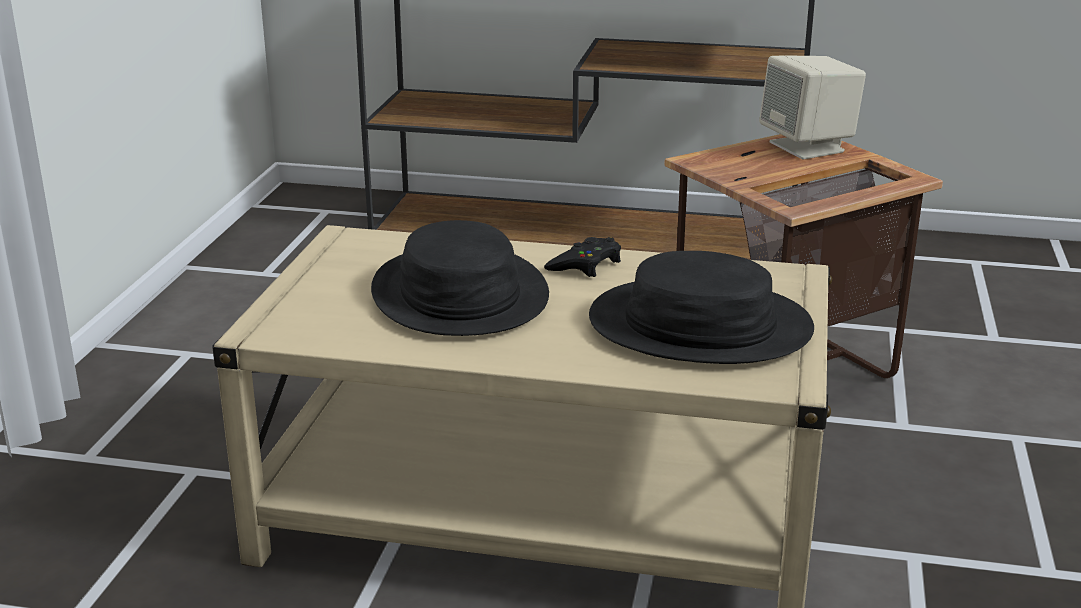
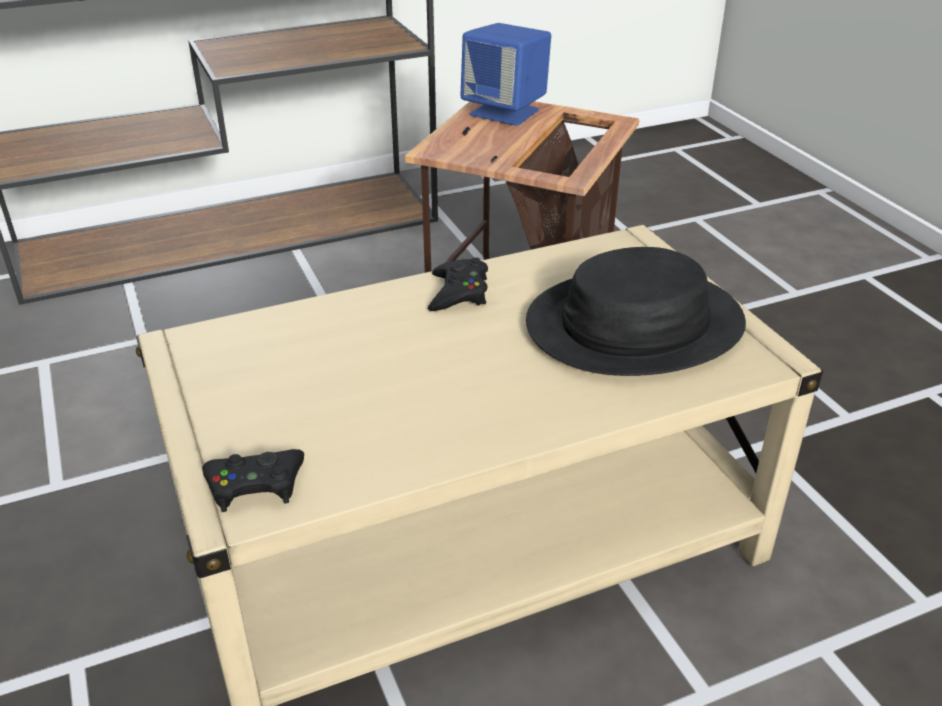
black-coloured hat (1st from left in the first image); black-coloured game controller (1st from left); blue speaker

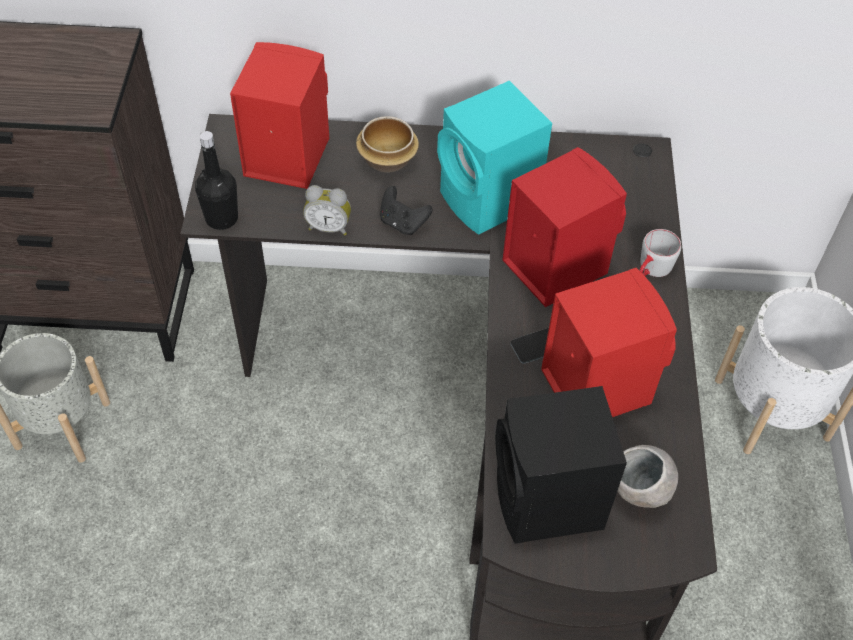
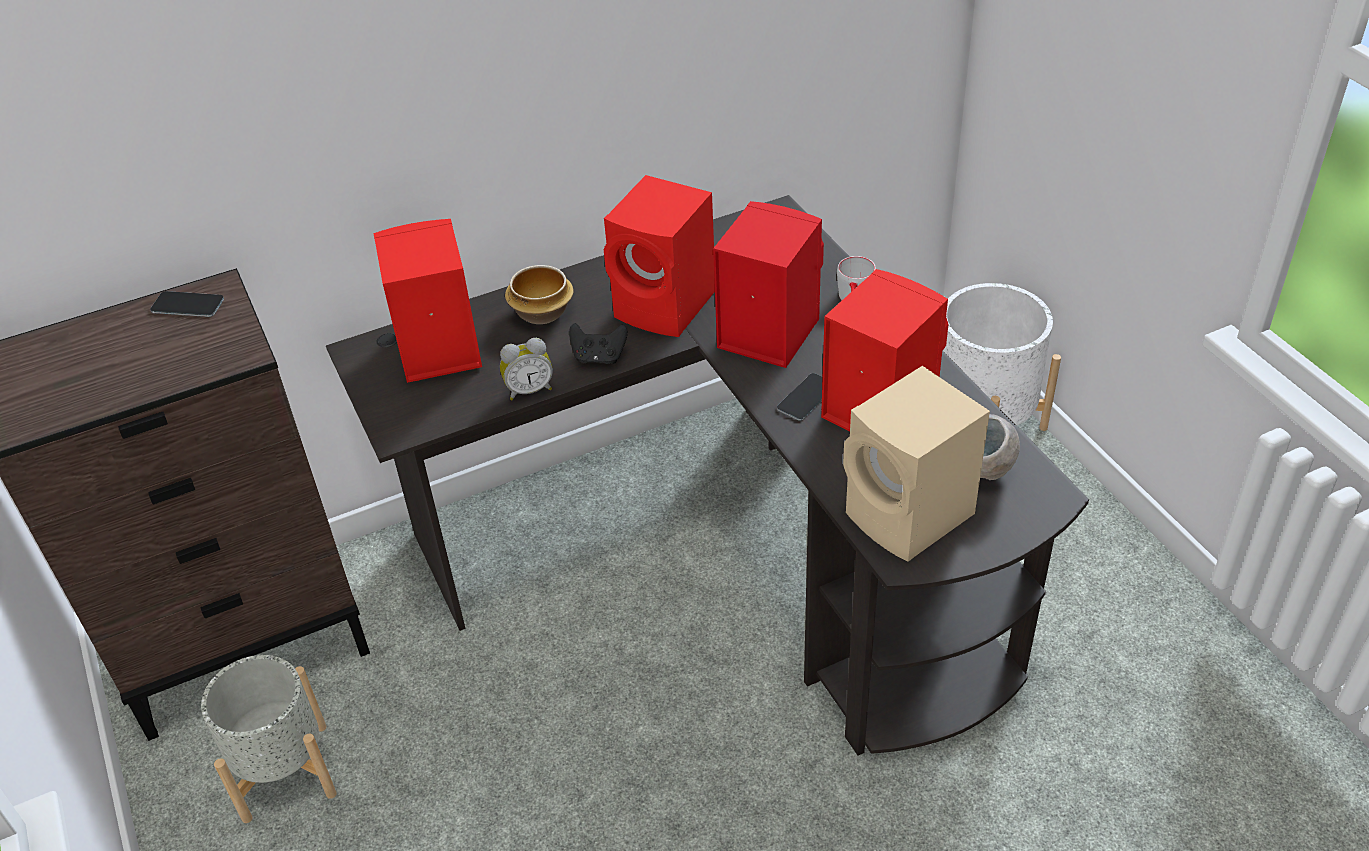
black-coloured drink bottle; handset (1st from left); reddish speaker (2nd from left); beige speaker

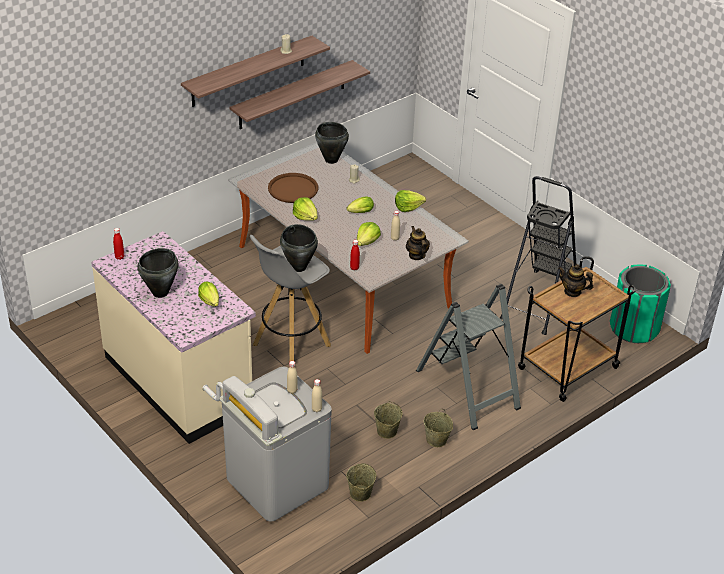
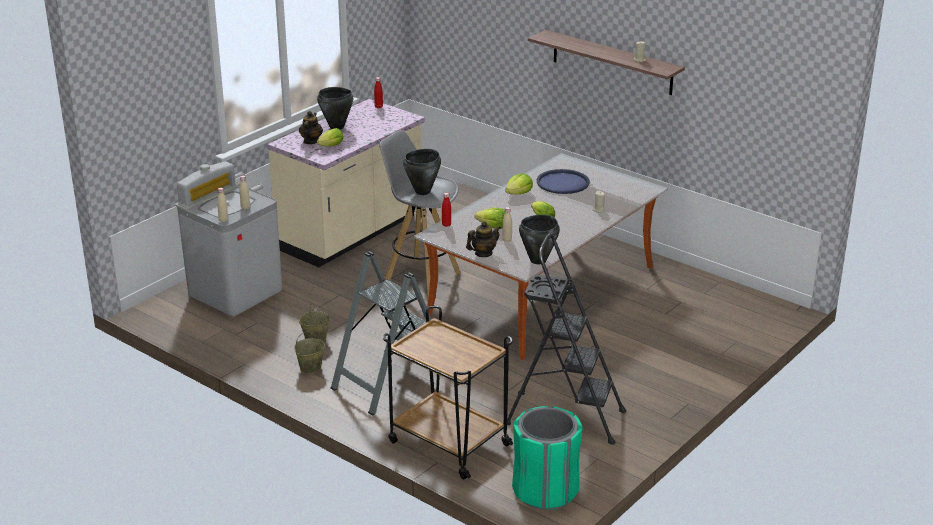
bracket shelf (2nd from left in the first image); beige pail (1st from left in the first image); head of lettuce (5th from left in the first image); black-coloured saucepot (3rd from left); pot for tea (1st from left); blue carrying tray

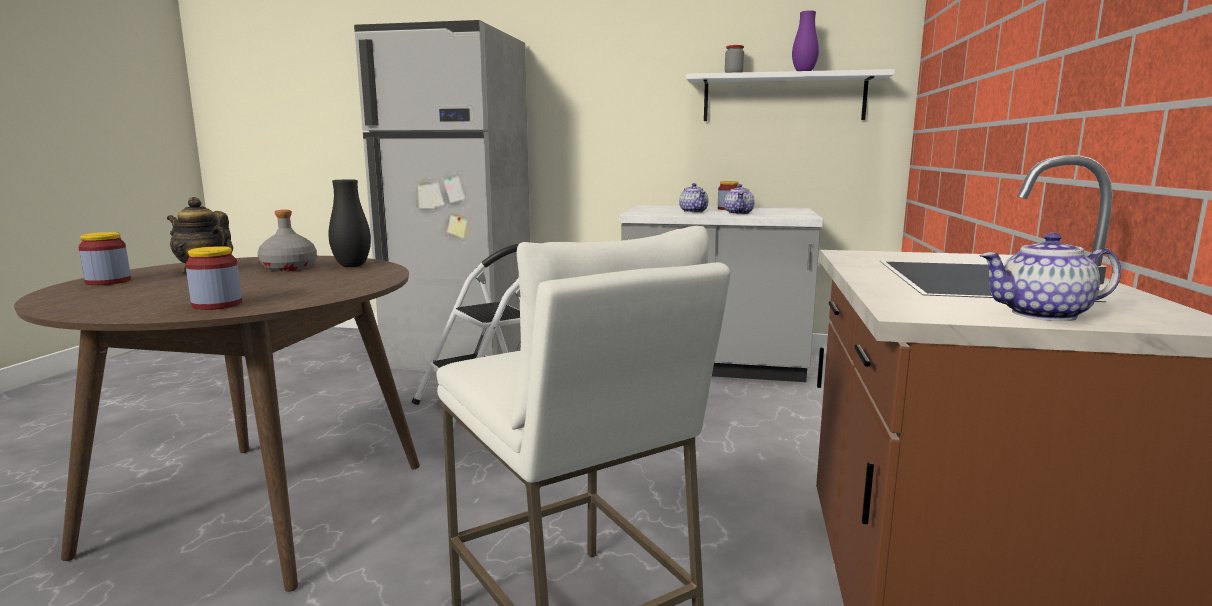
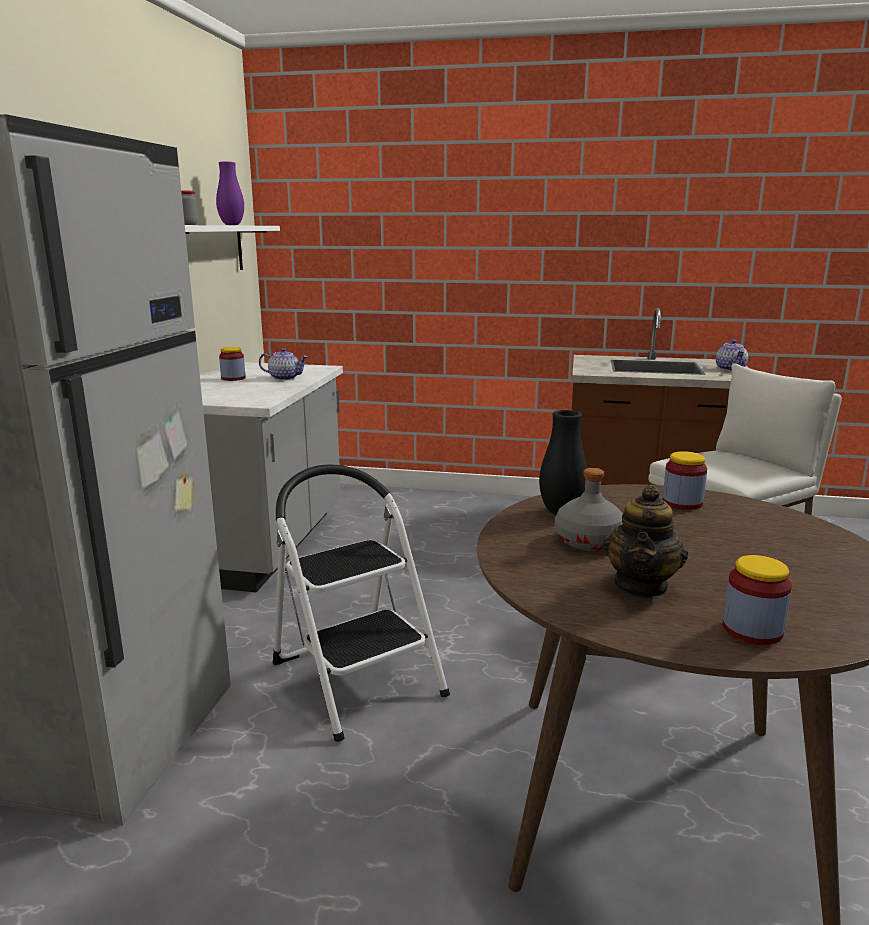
pot for tea (2nd from left in the first image); preserve jar (3rd from left)

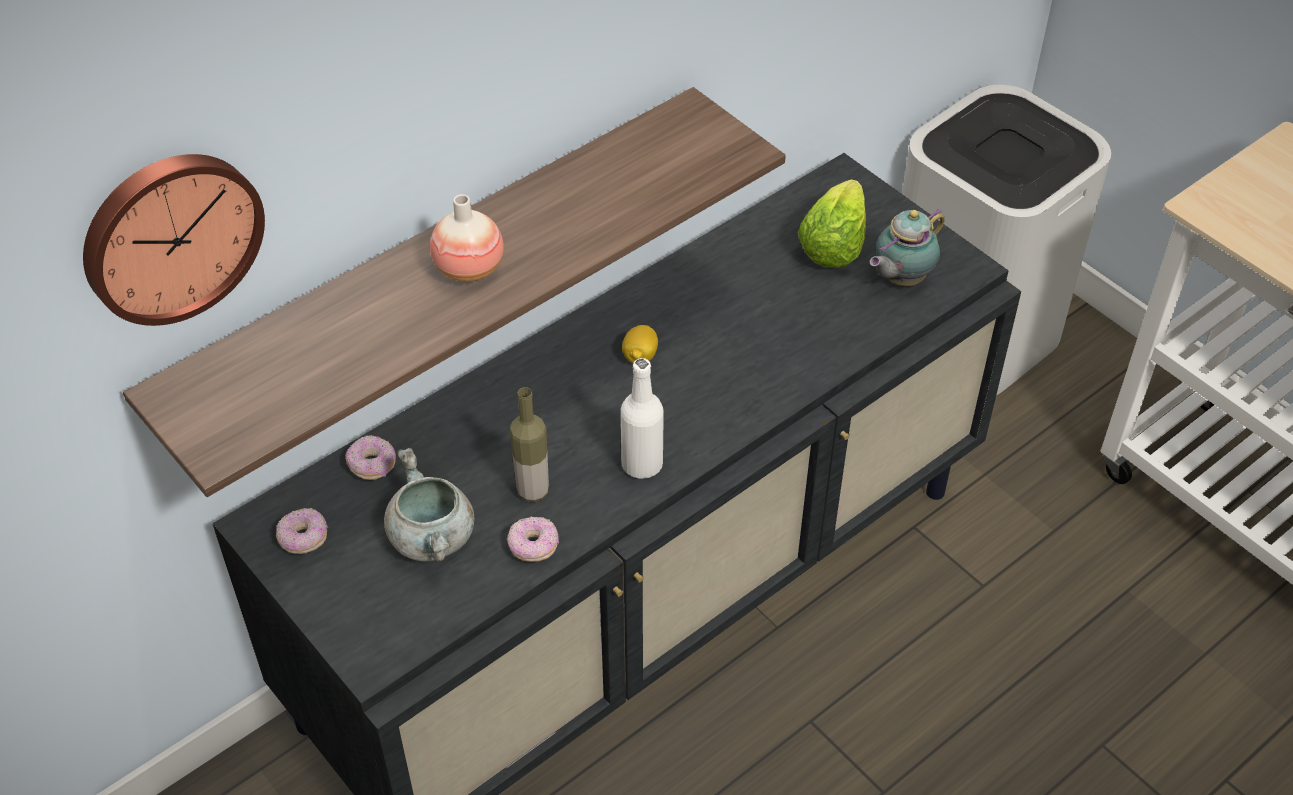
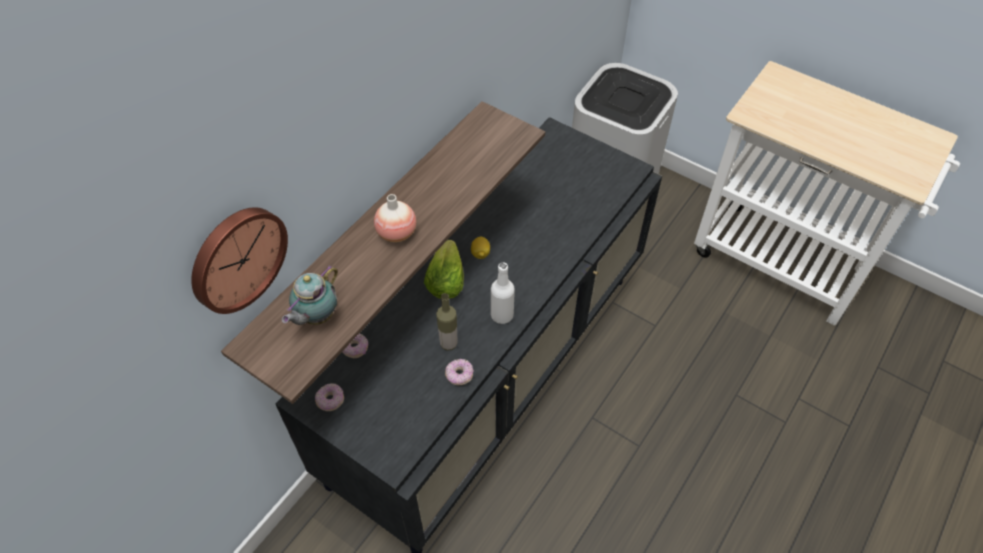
greyish saucepot; head of lettuce; pot for tea

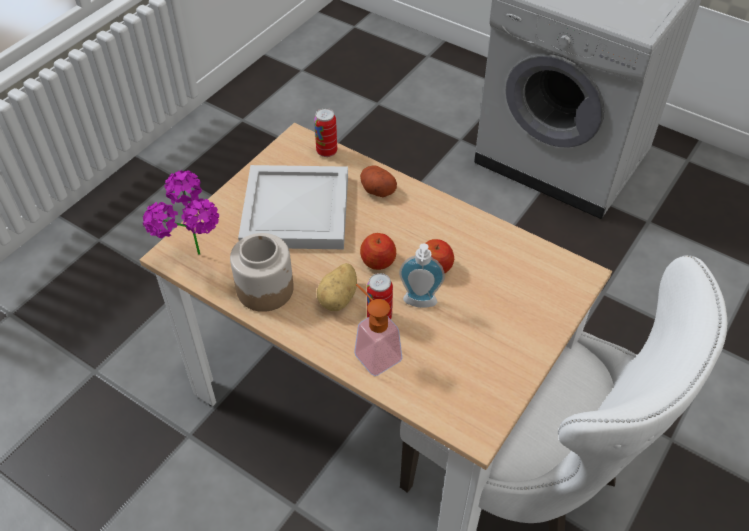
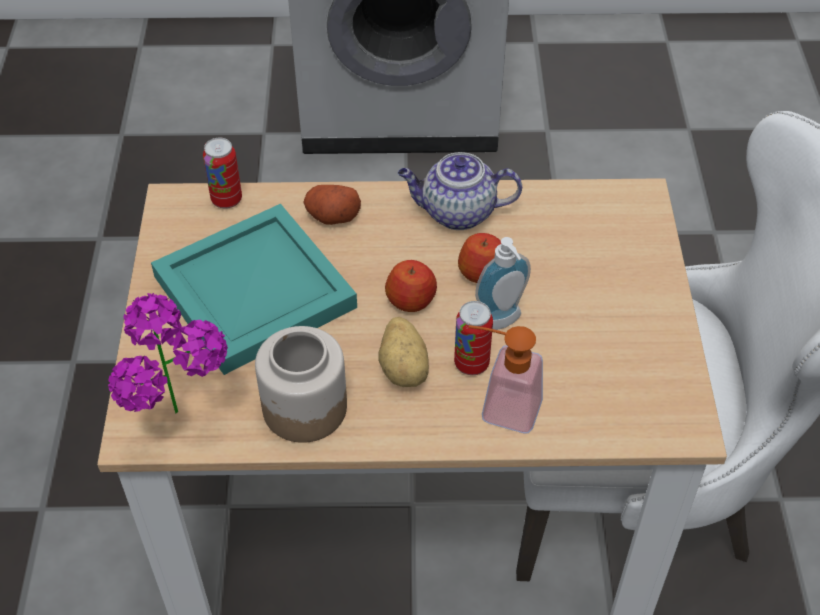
pot for tea; blue-green carrying tray

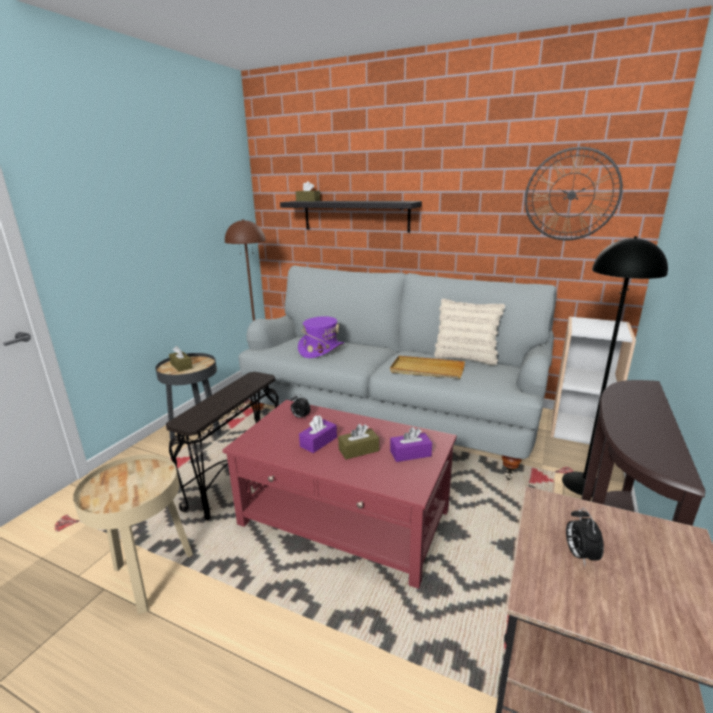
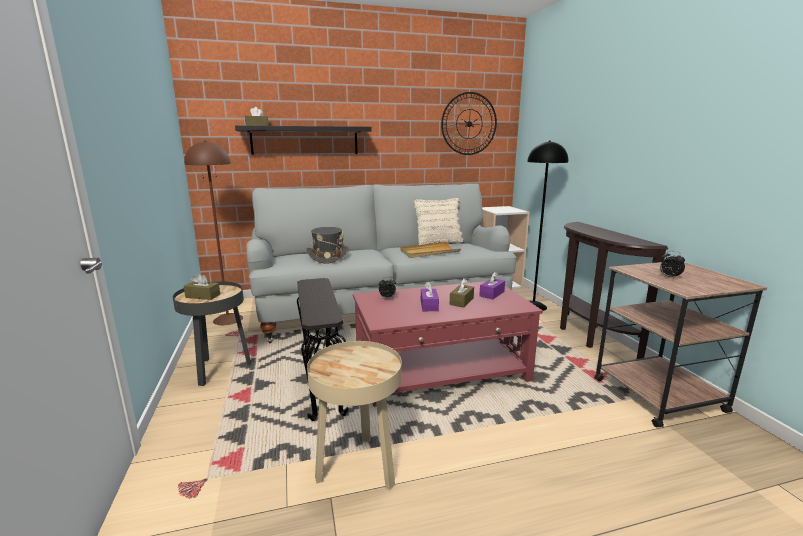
greyish hat

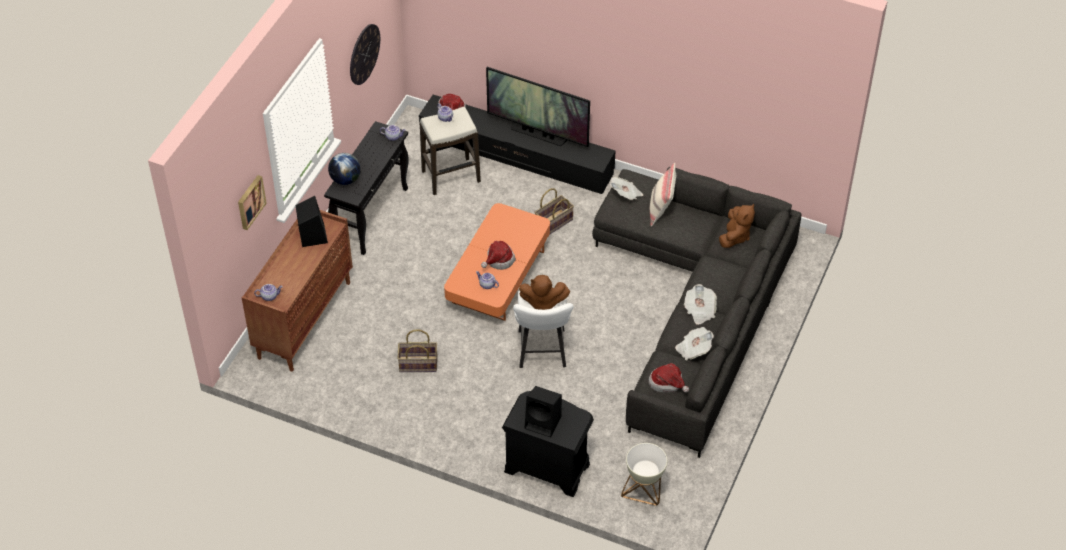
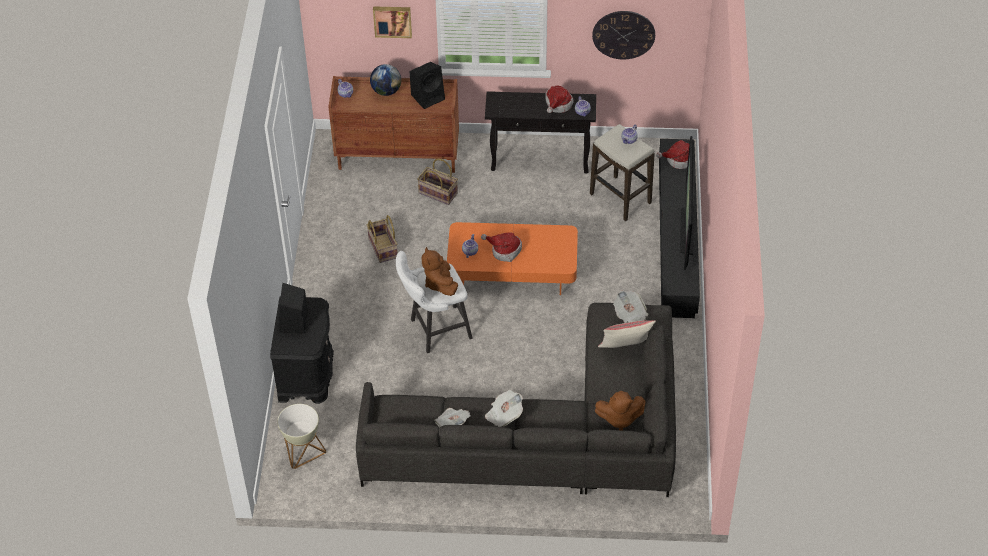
globe; basket (2nd from left); hat (2nd from left)

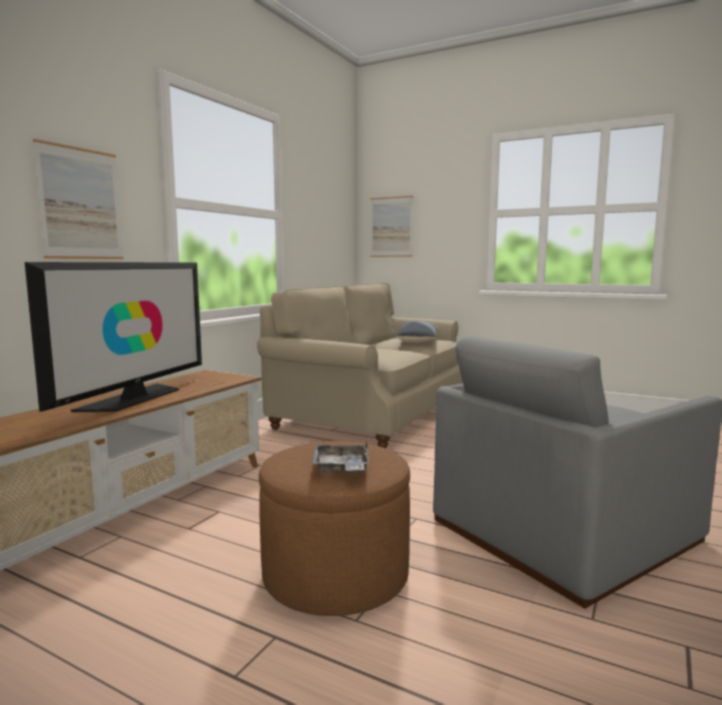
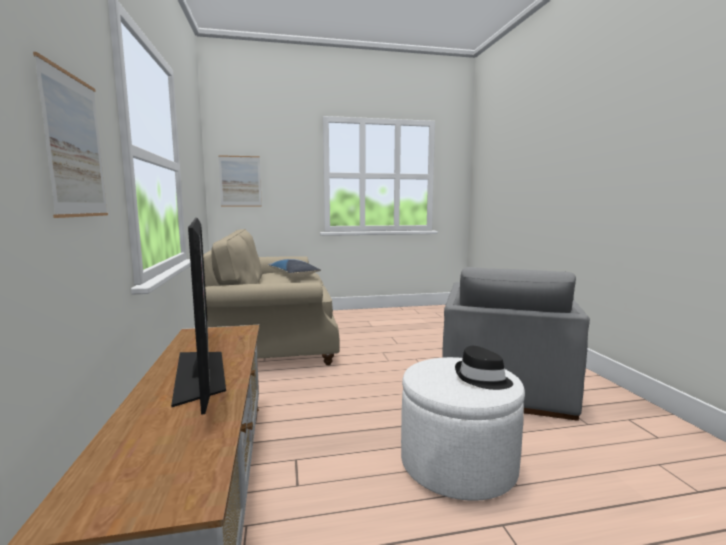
black-coloured hat; white pouffe

